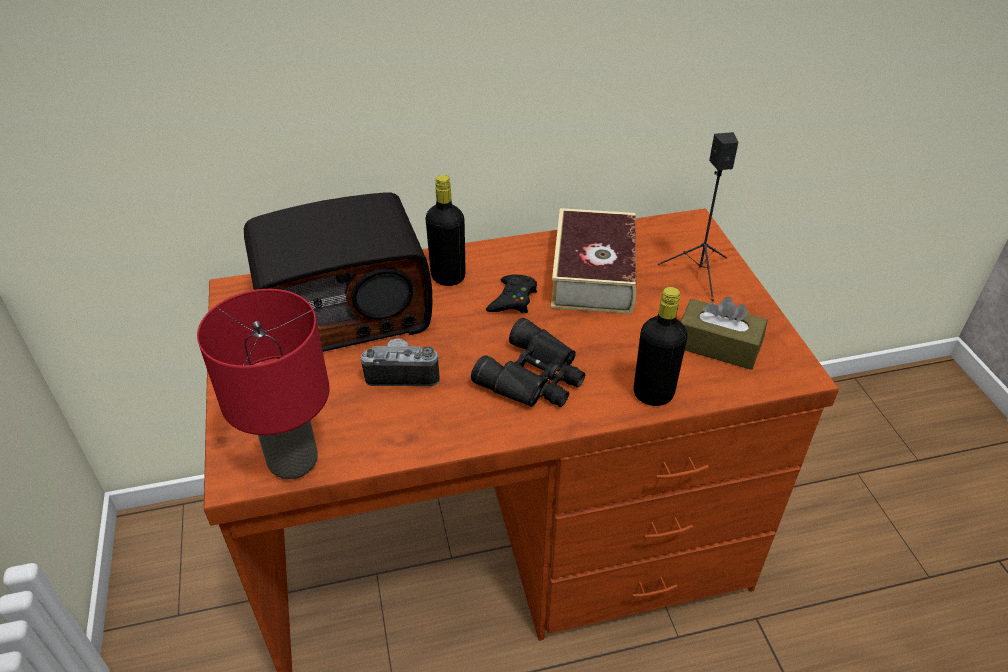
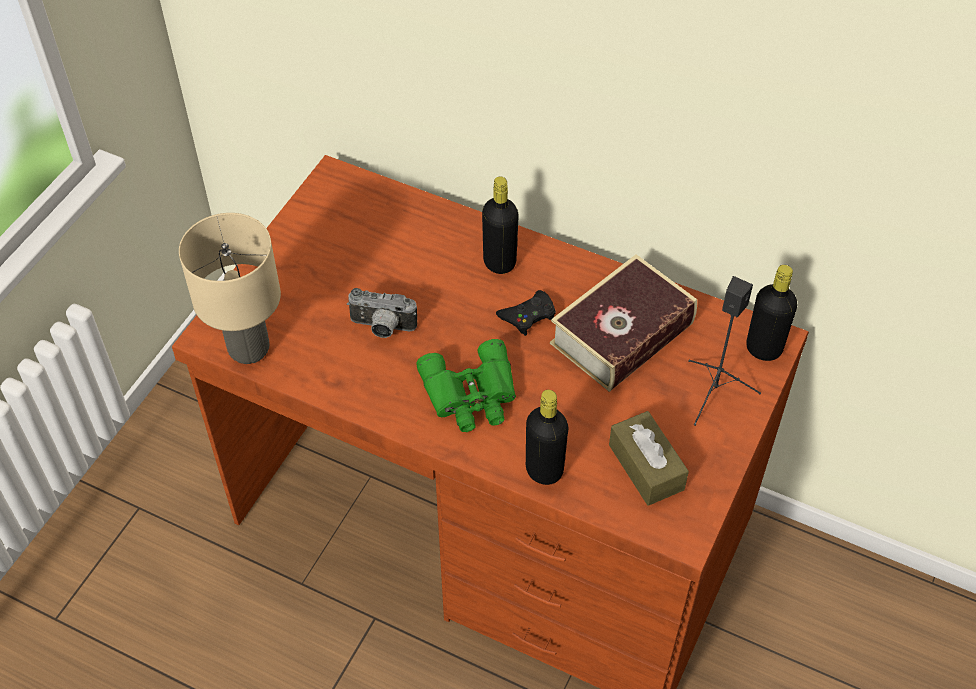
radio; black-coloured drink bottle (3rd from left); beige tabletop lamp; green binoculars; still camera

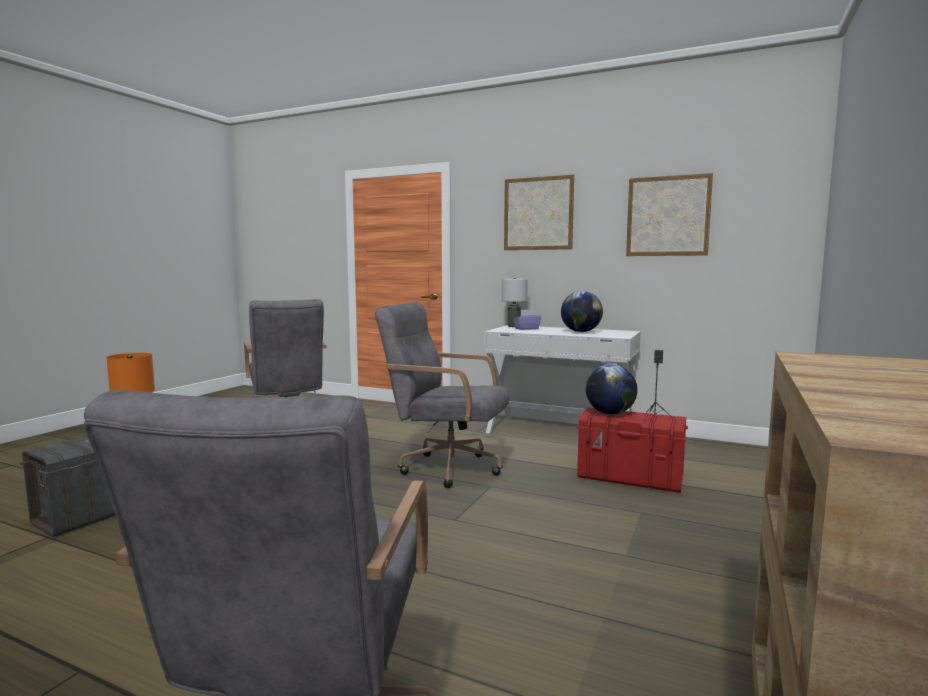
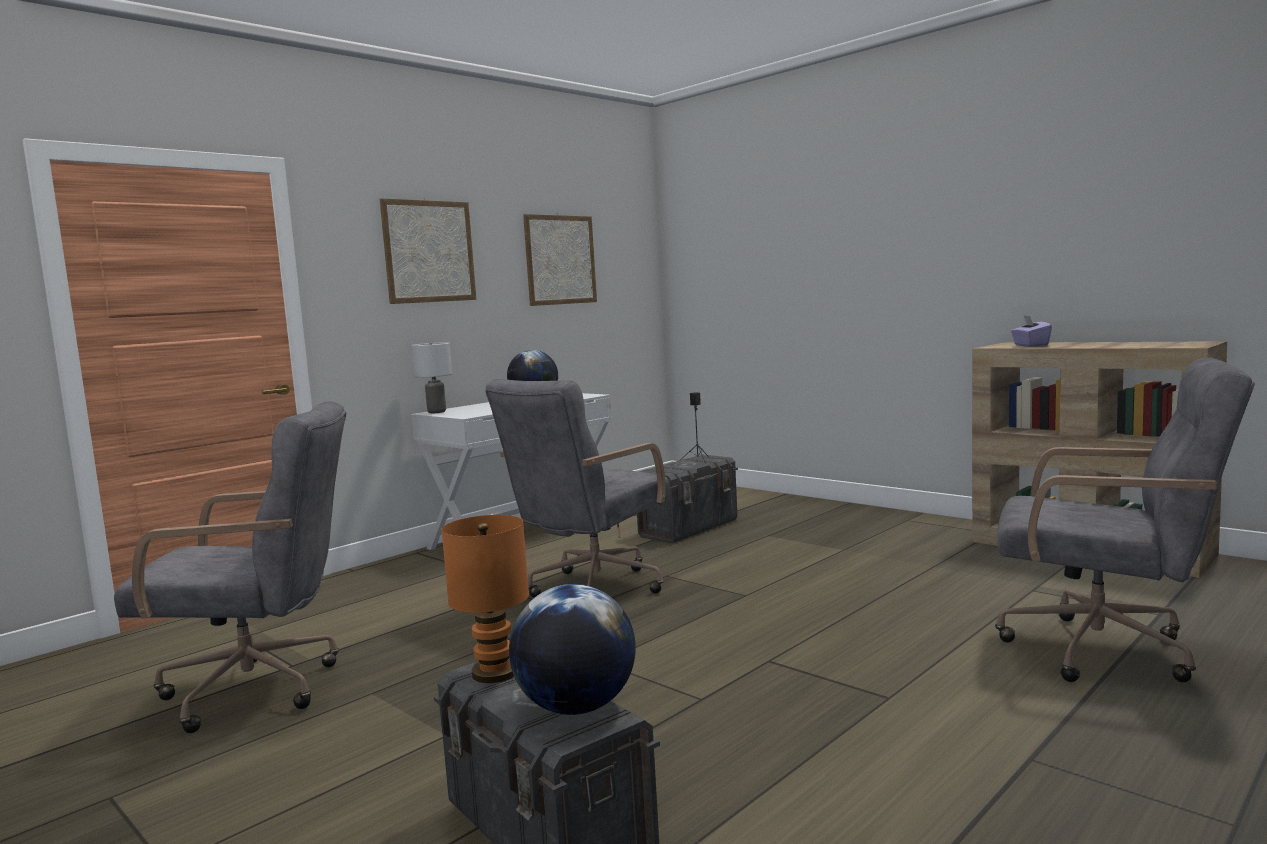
purplish tissue holder; globe (2nd from left); greyish storage container (2nd from left)

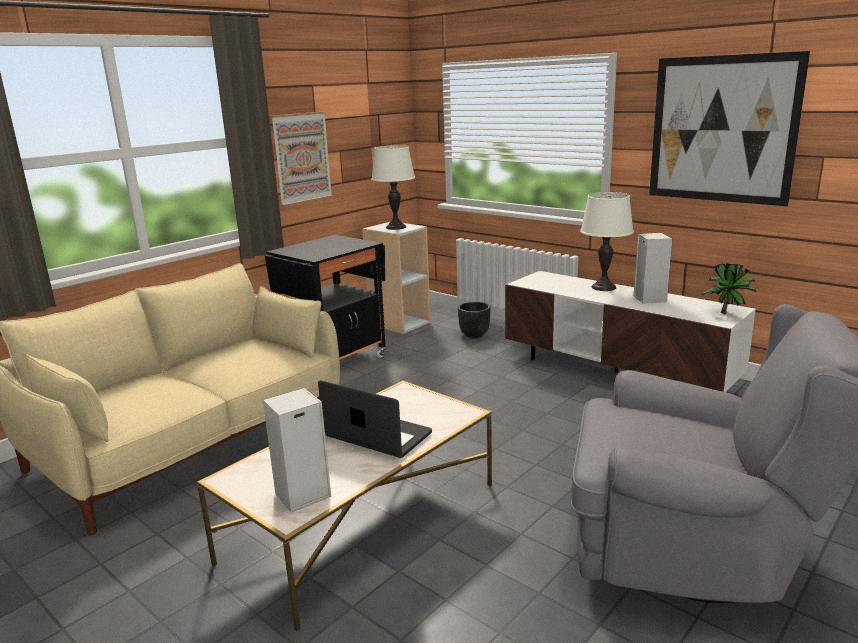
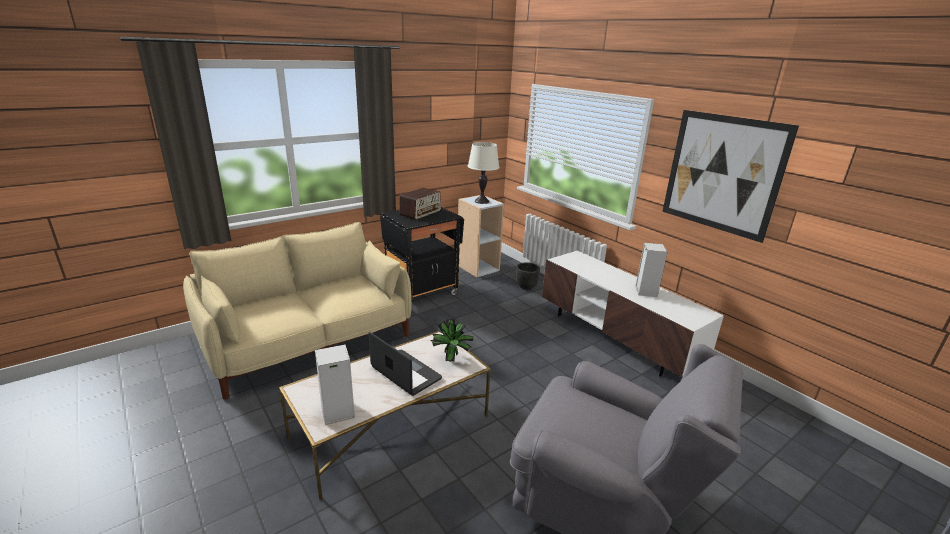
wall art (1st from left in the first image); white tabletop lamp (2nd from left in the first image); radio; houseplant

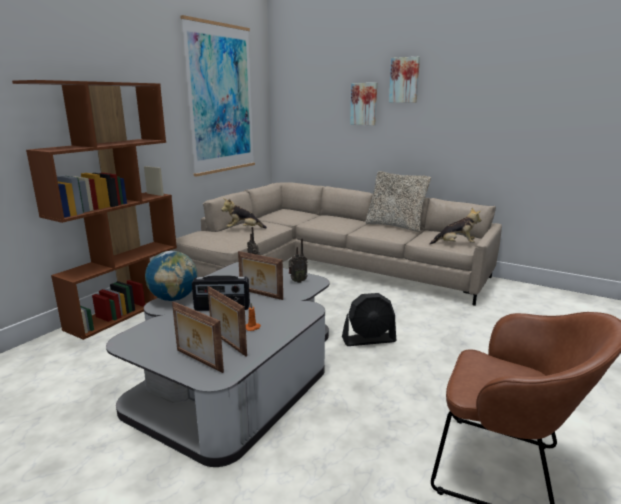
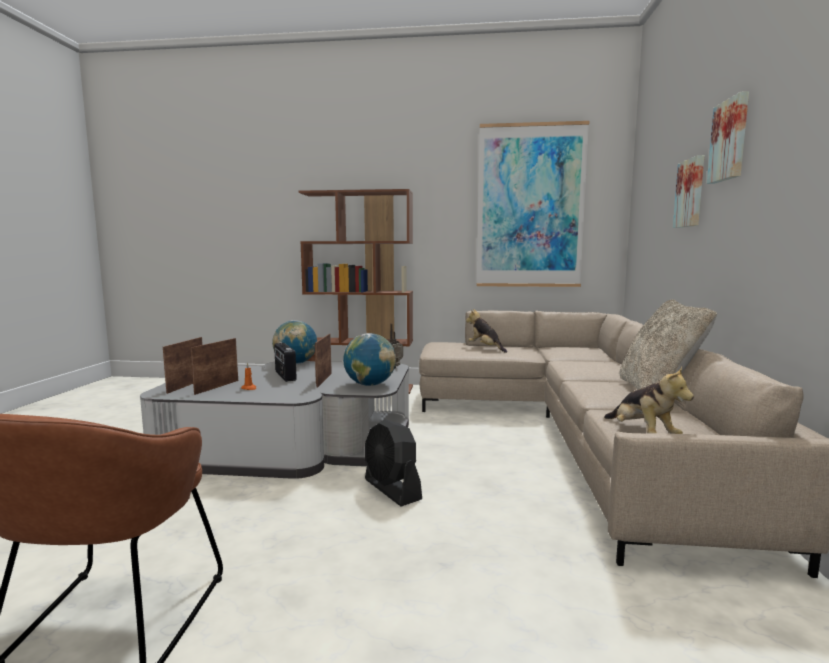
globe (2nd from left)

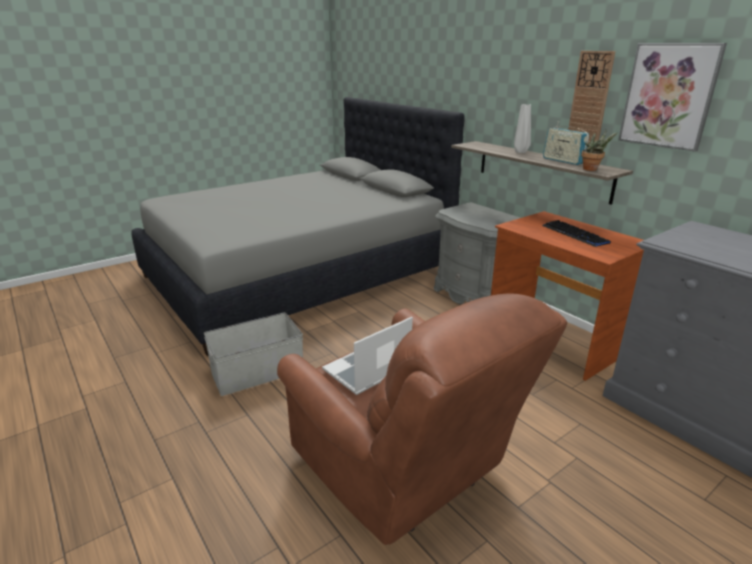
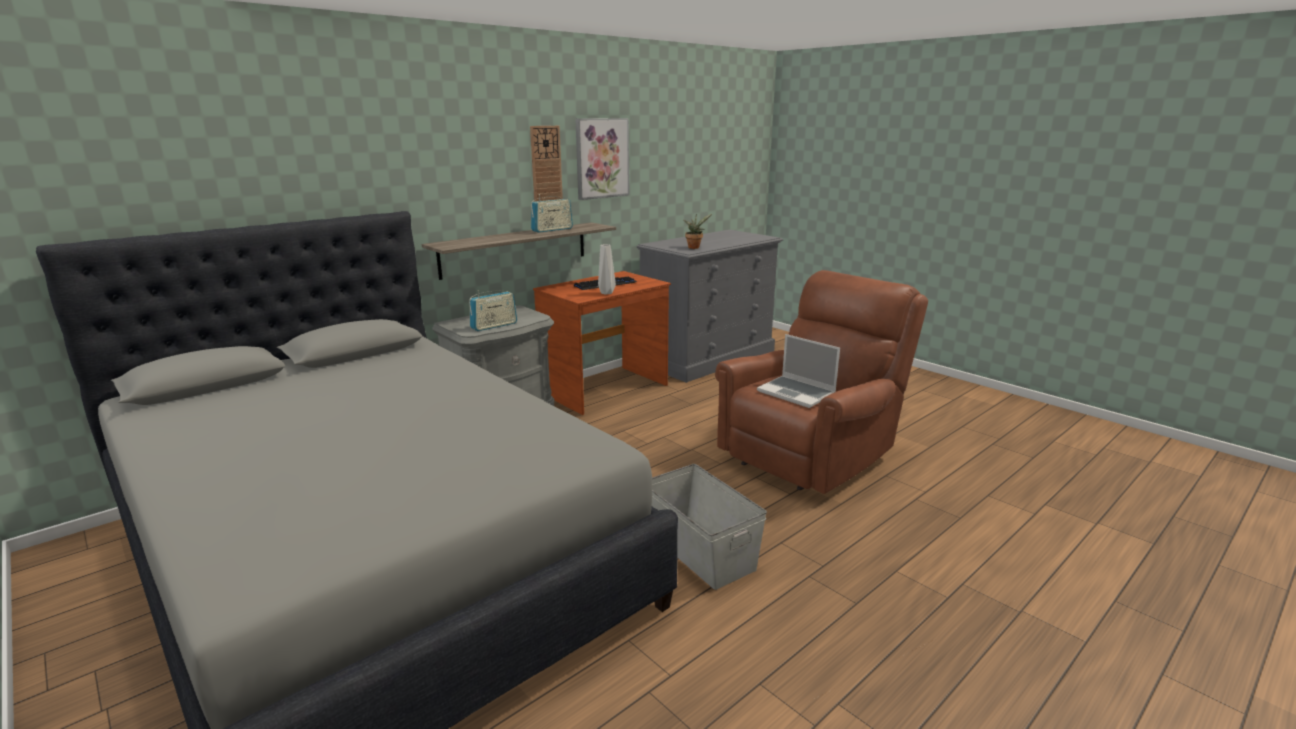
radio (1st from left); greyish flower vase; houseplant

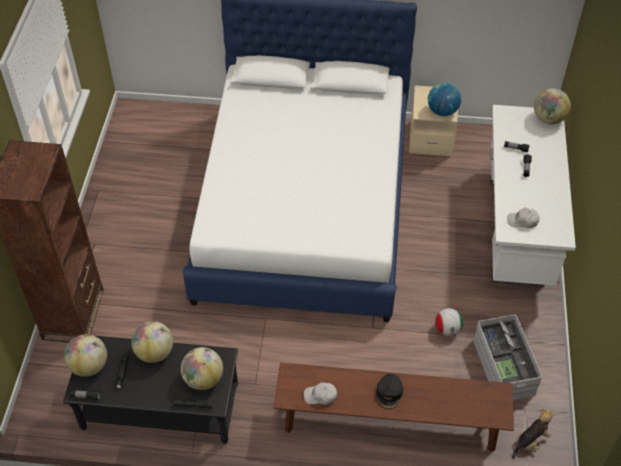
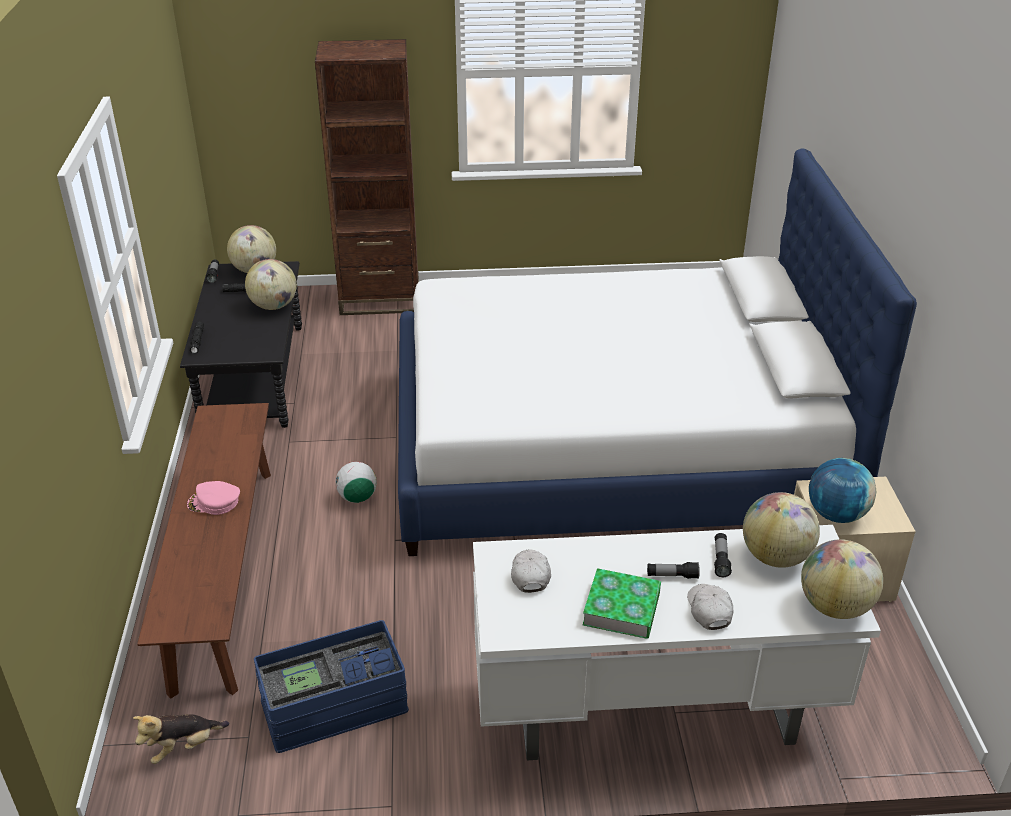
book; globe (3rd from left); white cap (2nd from left); ball for football; pink cap; blue storage container; cuddly toy

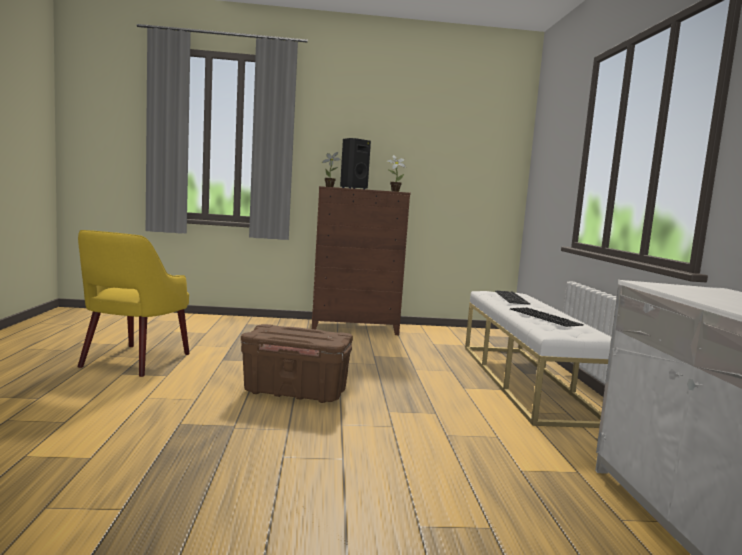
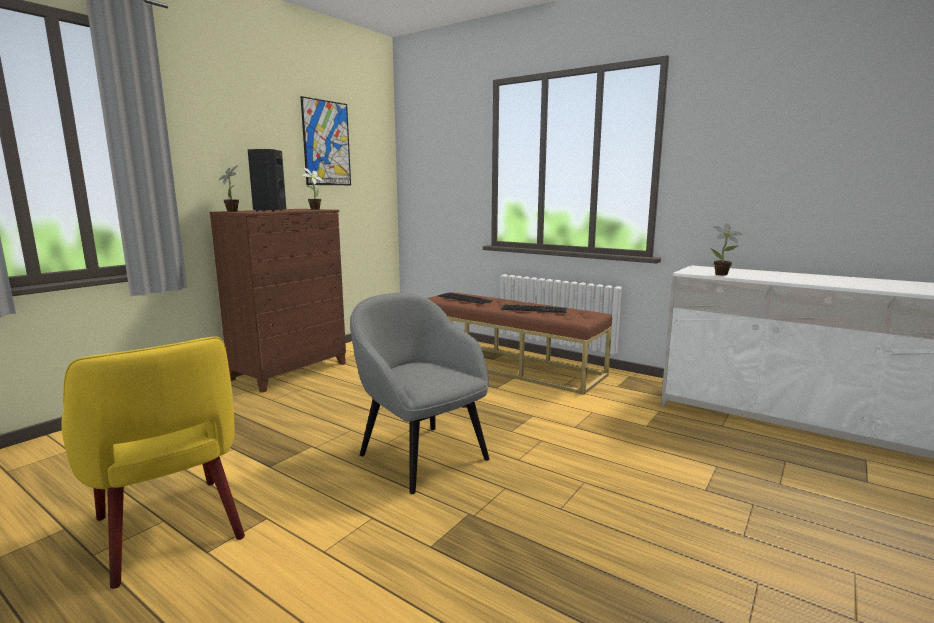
wall art; houseplant (3rd from left); greyish armchair; brown bench

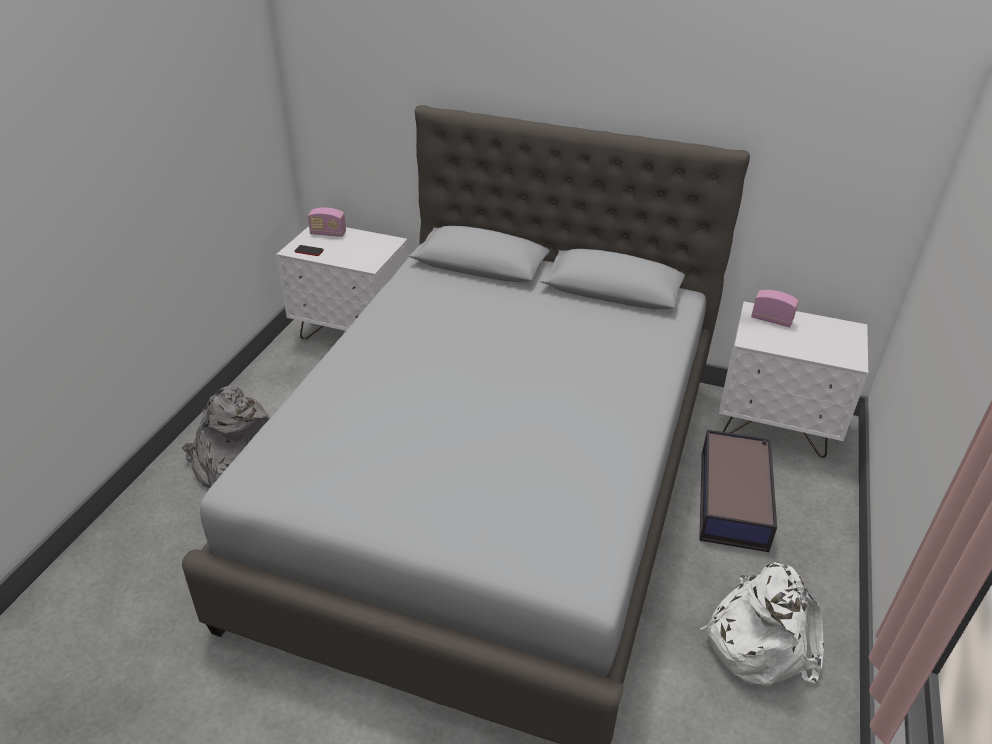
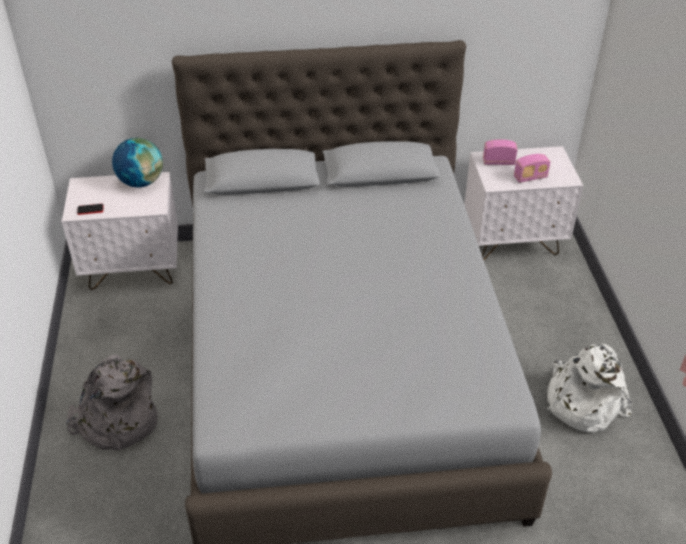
storage container; globe; radio (2nd from left)

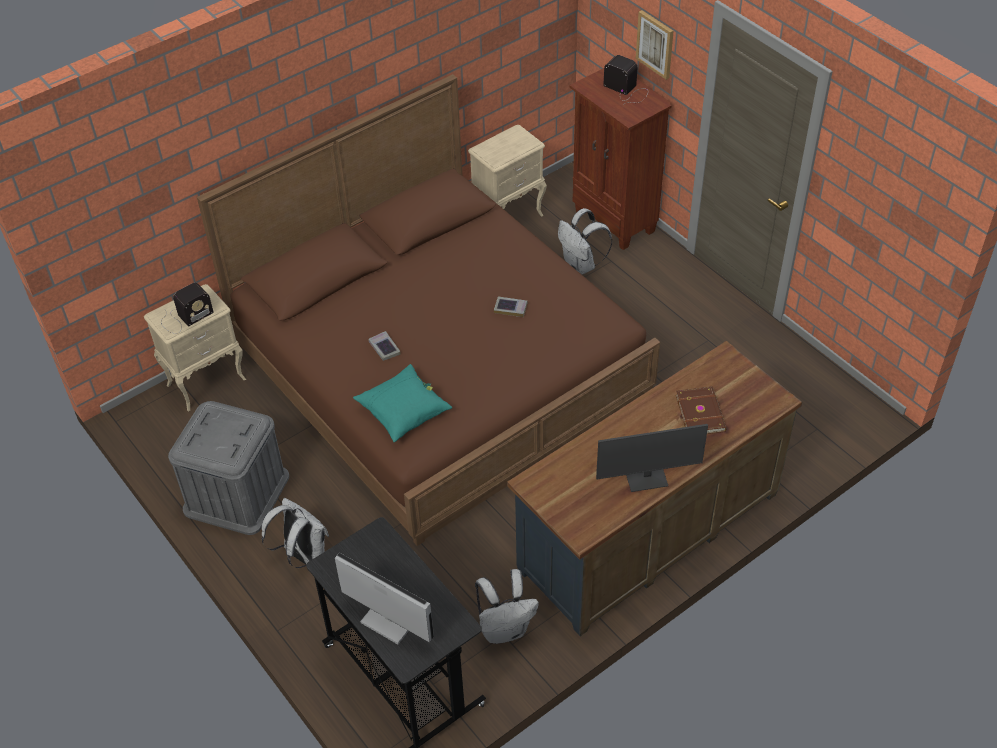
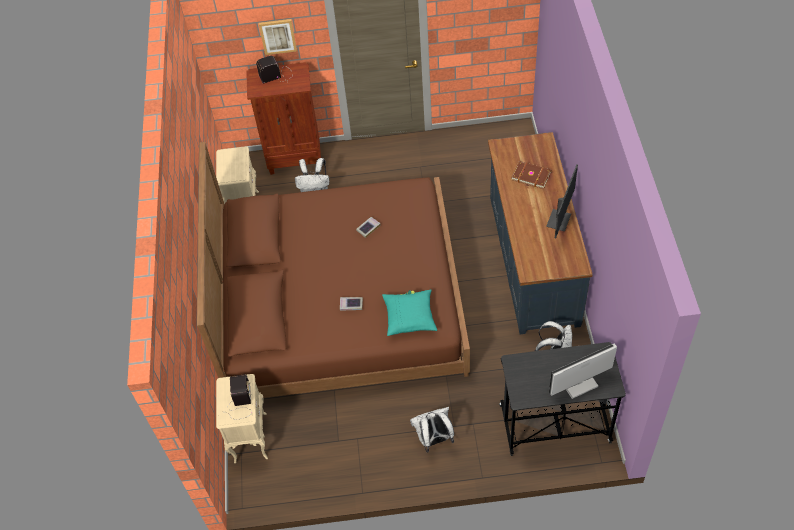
greyish storage container

